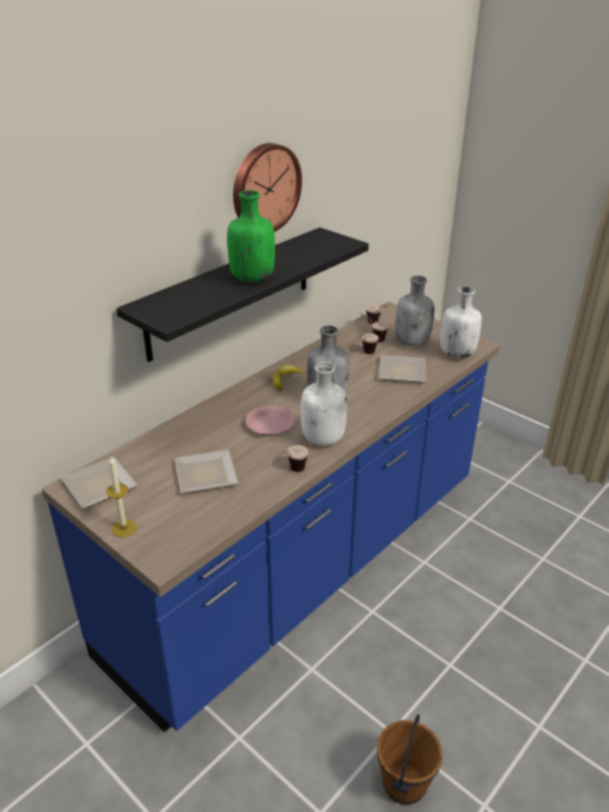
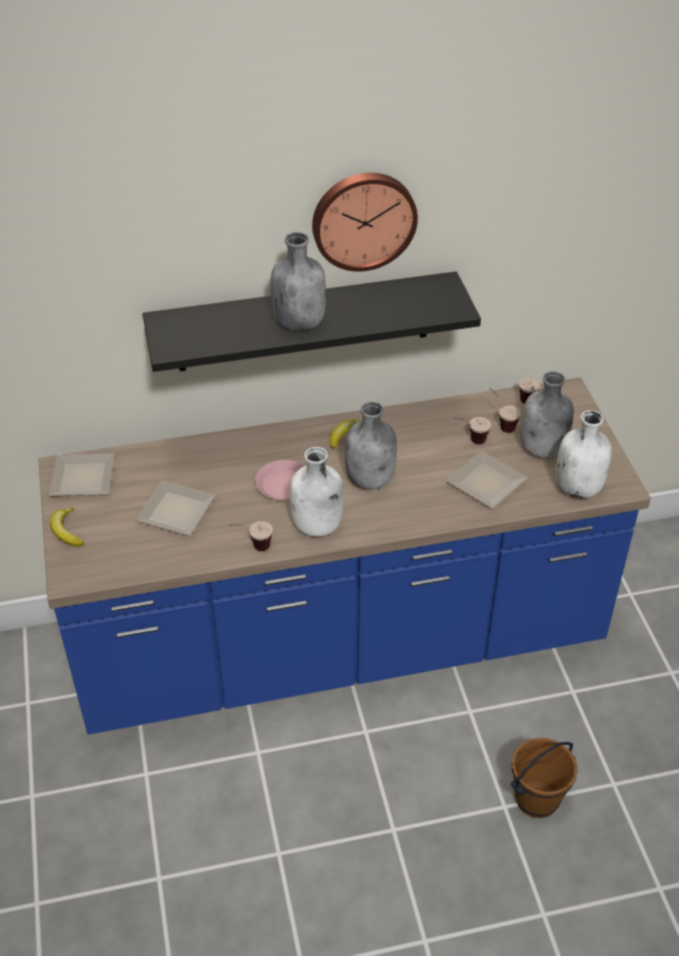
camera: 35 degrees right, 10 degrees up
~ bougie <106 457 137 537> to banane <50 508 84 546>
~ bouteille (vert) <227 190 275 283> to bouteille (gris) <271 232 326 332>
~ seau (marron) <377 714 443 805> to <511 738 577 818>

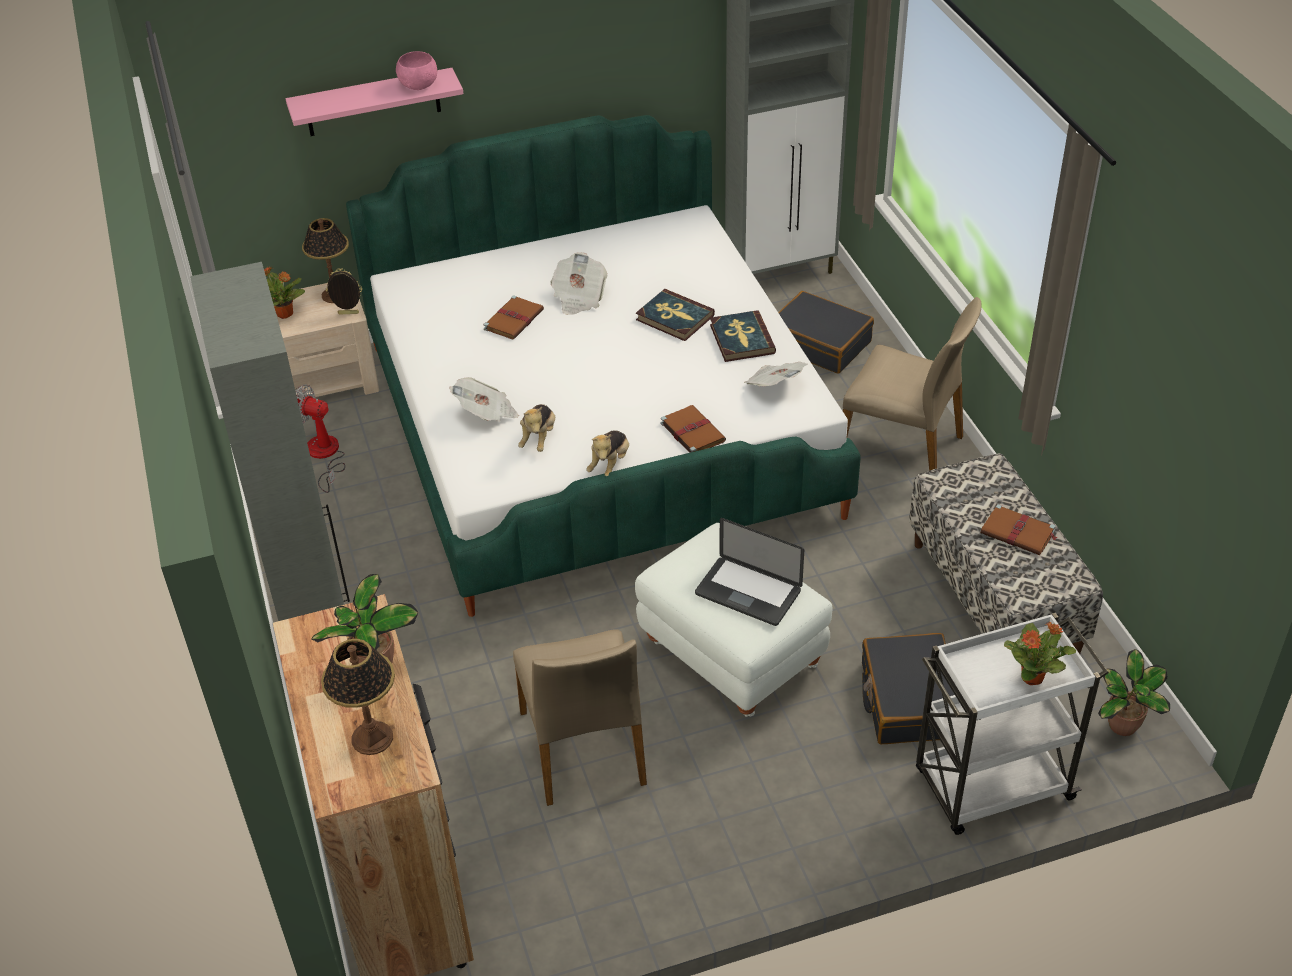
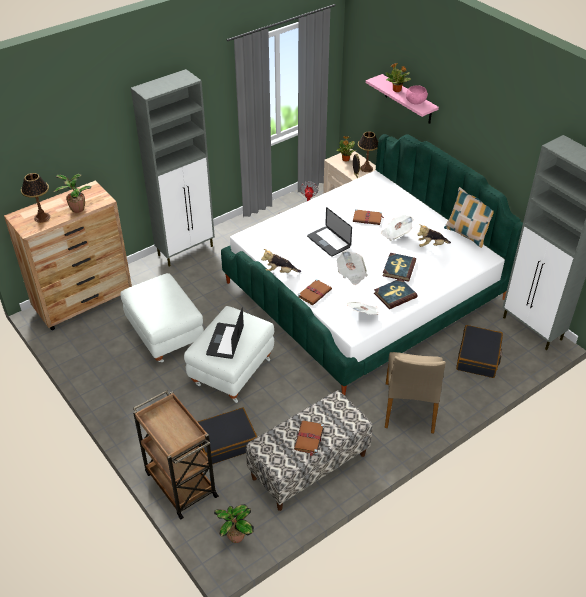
camera: 70 degrees right, 0 degrees up
~ journal <449 377 519 421> to <337 250 368 285>
~ chaise (beige) <513 629 647 806> to pouf (blanc) <120 273 204 362>
~ peluche <518 404 555 452> to <417 224 451 247>
~ chariot (blanc) <916 613 1109 835> to chariot (marron) <133 390 219 519>
~ plante en pot <1004 622 1076 685> to <386 63 411 92>
+ ordinateur portable <307 207 352 257>
+ coussin <444 187 494 248>

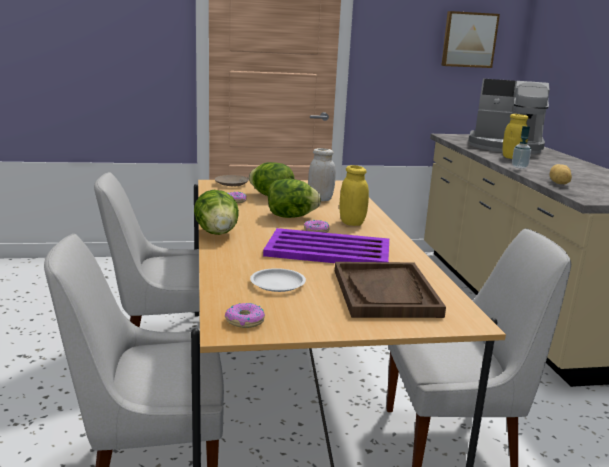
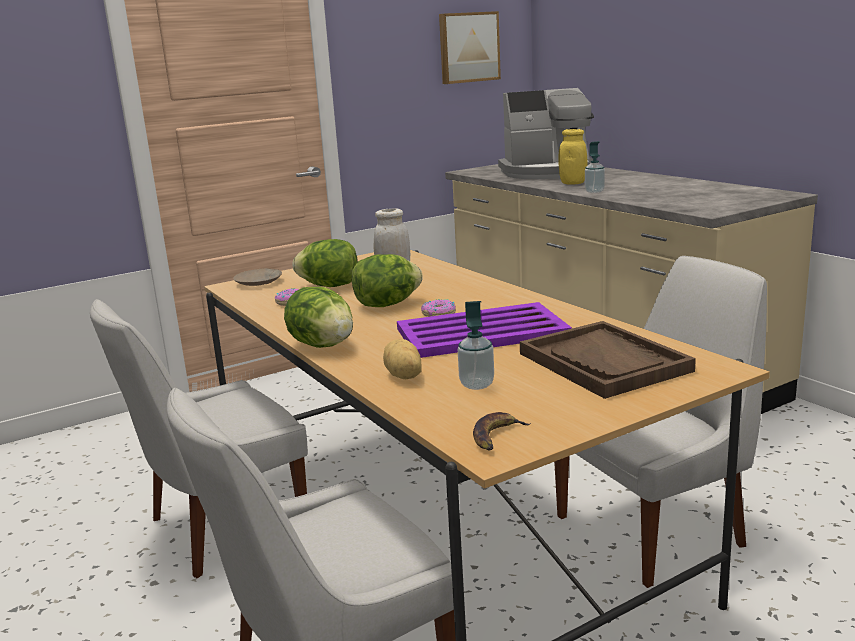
camera: 20 degrees left, 0 degrees up
~ beignet <225 303 265 328> to banane <473 412 531 451>
~ assiette (blanc) <250 268 306 292> to distributeur de savon <458 301 494 390>
- bocal (jaune) <339 165 369 226>
~ pomme de terre <549 164 572 184> to <383 339 421 379>

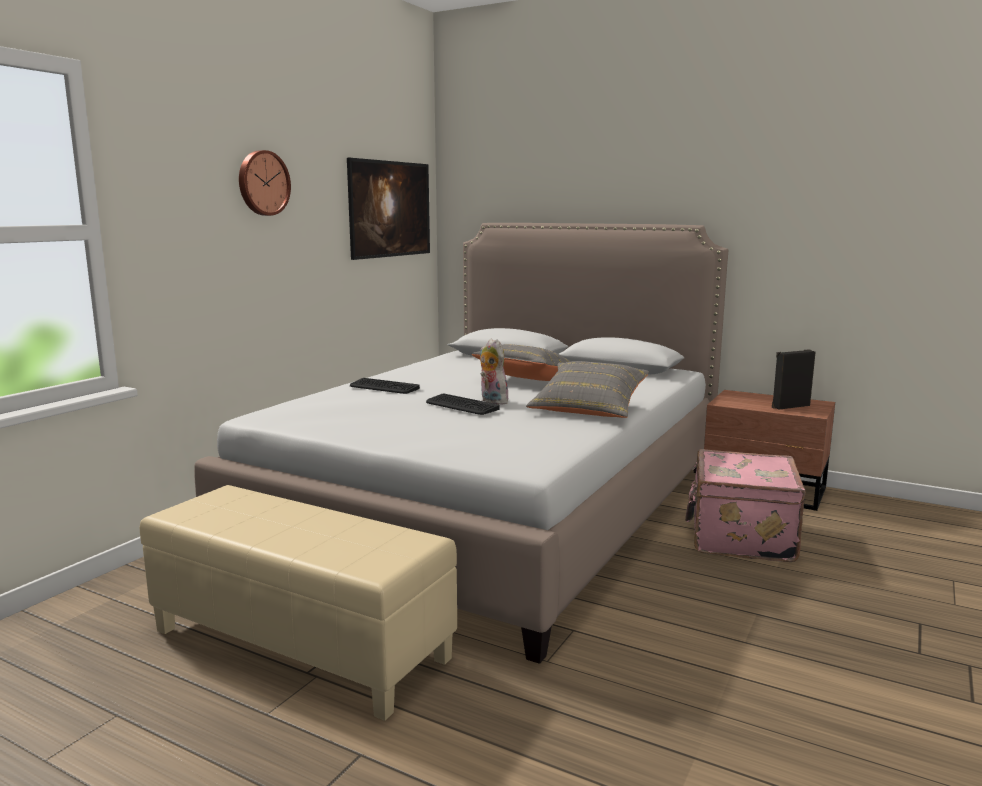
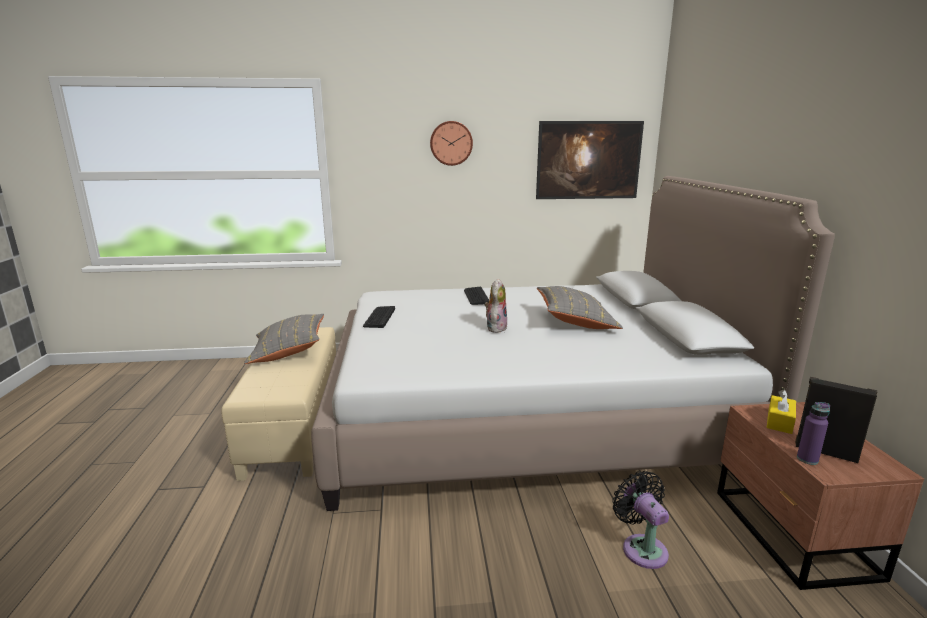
camera: 55 degrees right, 5 degrees up
~ clavier <426 394 499 415> to <363 306 395 328>
~ coussin (gris) <526 361 649 418> to <244 314 324 364>
~ valise (rose) <685 449 806 562> to ventilateur (noir) <612 471 669 569>
+ boîte à mouchoirs (jaune) <767 390 796 434>
+ bouteille (violet) <797 402 830 465>

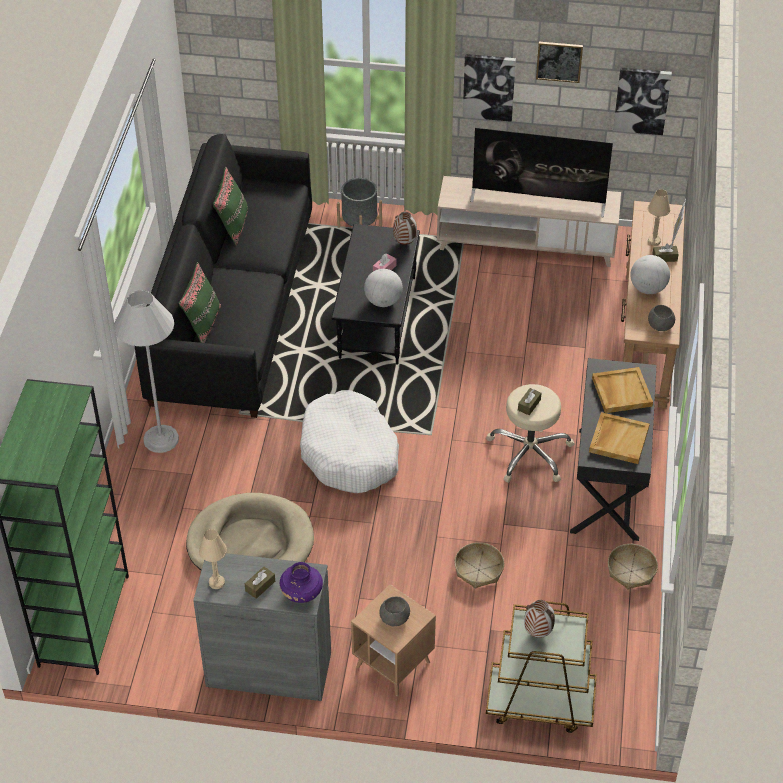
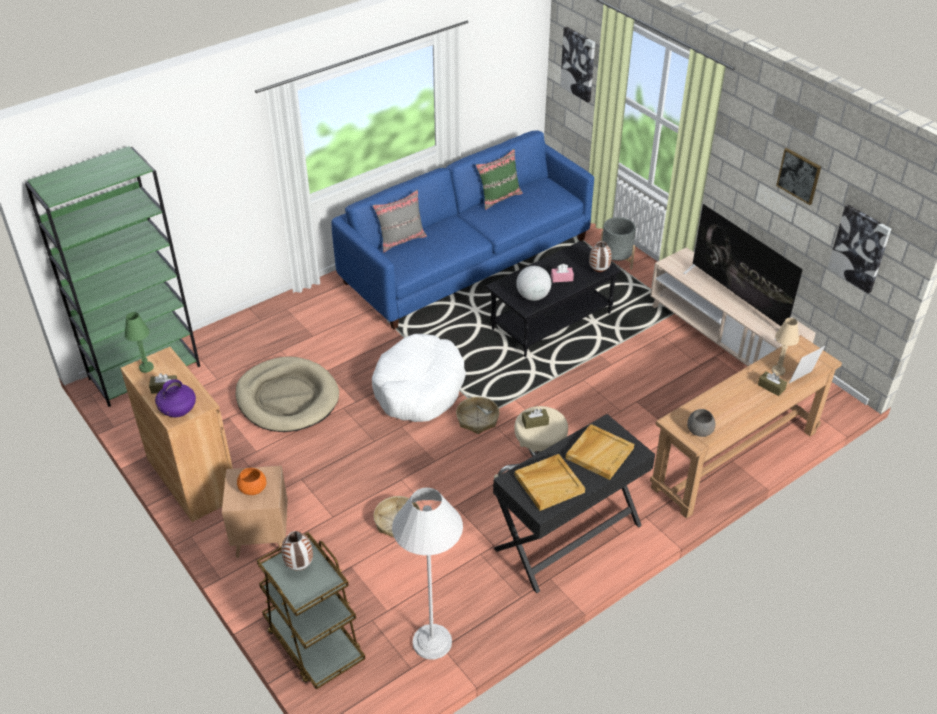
camera: 45 degrees right, 5 degrees down
~ lampadaire (blanc) <114 290 179 453> to <392 487 463 660>
~ canapé (noir) <135 134 312 418> to canapé (bleu) <331 131 594 330>
~ coussin (vert) <179 262 221 343> to coussin (gris) <373 190 427 252>
~ meuble de rangement (gris) <193 553 331 701> to meuble de rangement (marron) <120 347 233 522>
~ lampe de table (beige) <199 529 227 589> to lampe de table (vert) <125 312 154 373>
~ bol (gris) <379 597 410 626> to bol (orange) <237 468 266 495>
~ tableau <463 54 516 122> to <560 27 595 103>
~ panier <608 544 658 589> to <456 397 499 434>
- globe <630 255 670 294>

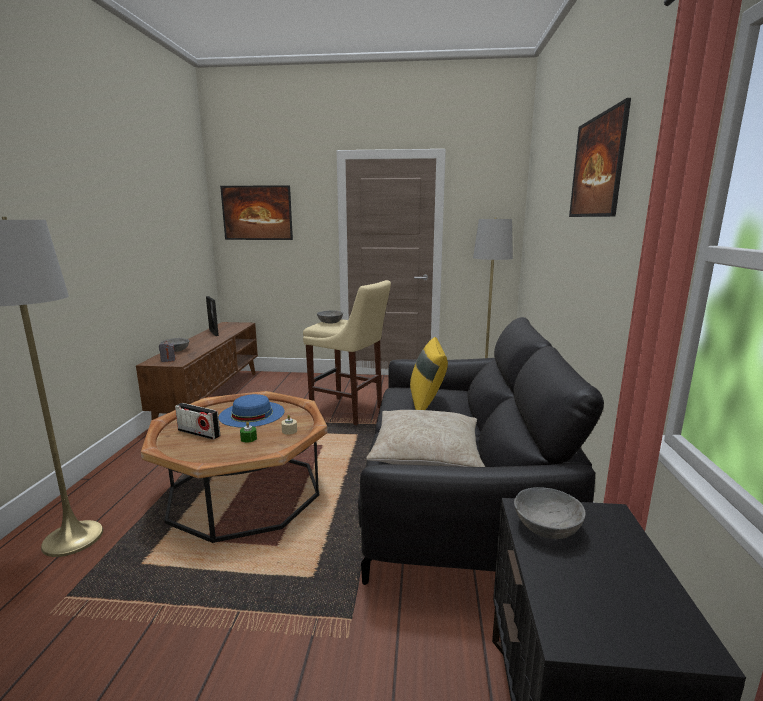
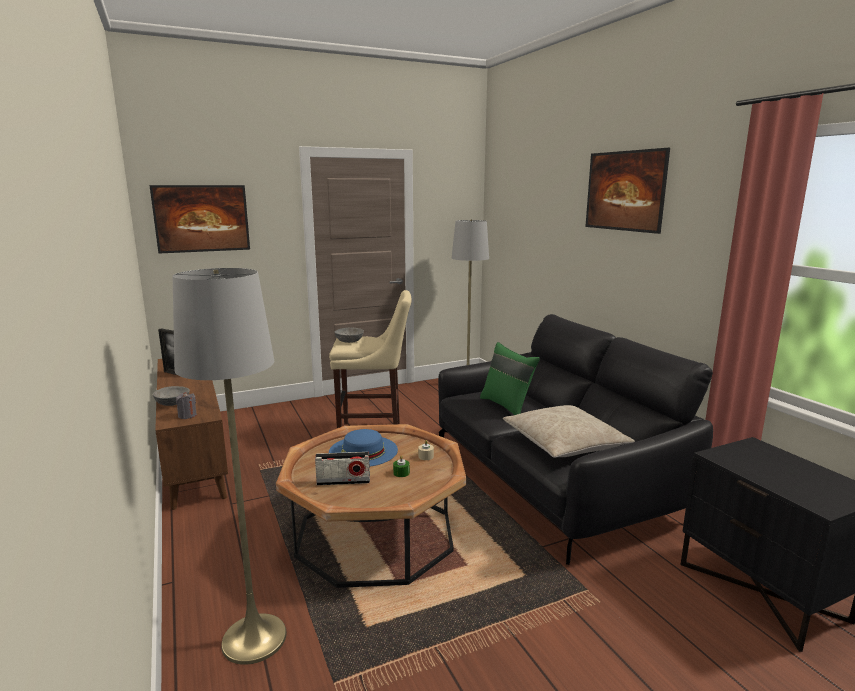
camera: 30 degrees left, 0 degrees up
~ coussin (jaune) <410 337 448 410> to coussin (vert) <480 342 540 415>
- bol (gris) <514 487 586 539>

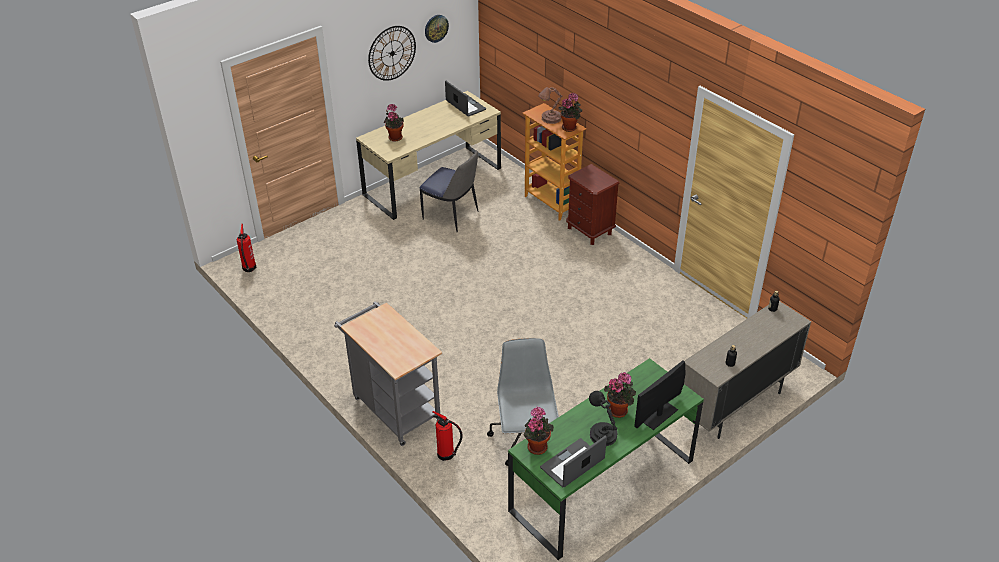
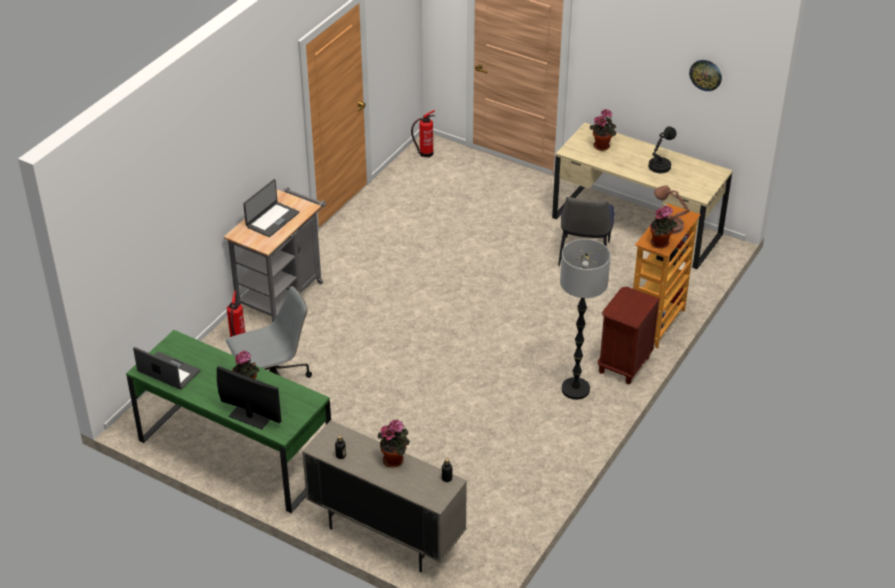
camera: 70 degrees right, 0 degrees up
- horloge murale <368 26 416 81>
~ ordinateur portable <445 81 486 117> to <243 179 299 237>
~ plante en pot <523 406 554 455> to <378 419 410 468>
~ lampe de table (noir) <589 391 617 446> to <648 126 677 173>
+ lampadaire <560 239 611 400>

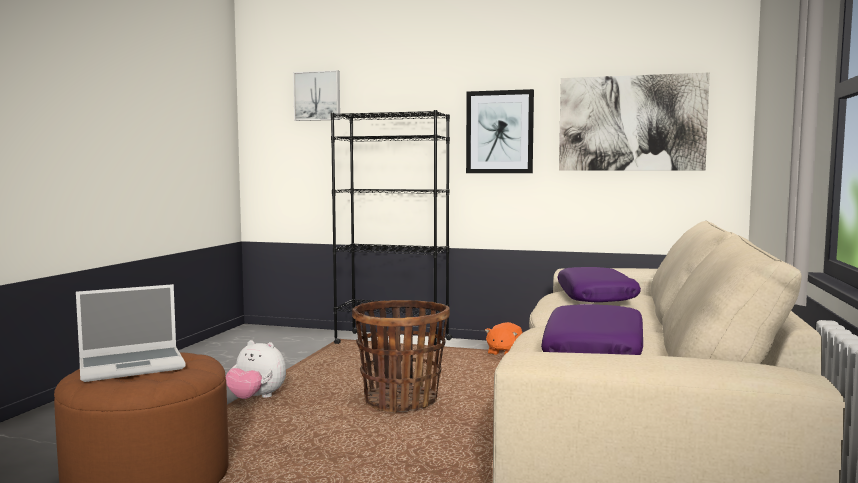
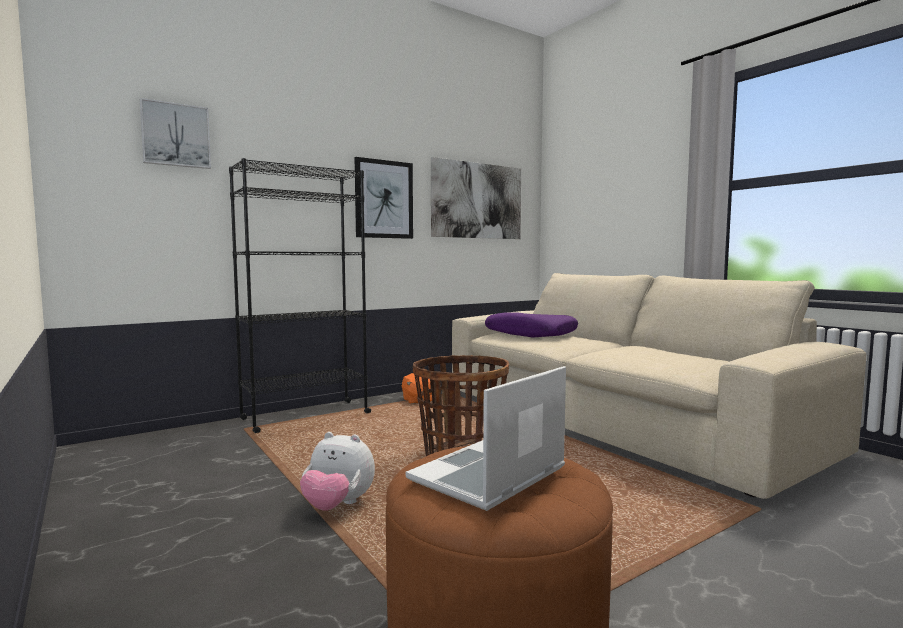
camera: 50 degrees left, 0 degrees up
~ ordinateur portable <76 284 186 382> = <406 366 566 511> 150 degrees counterclockwise
~ peluche <226 340 286 399> = <300 432 375 511> 45 degrees clockwise
- coussin (violet) <541 304 643 355>

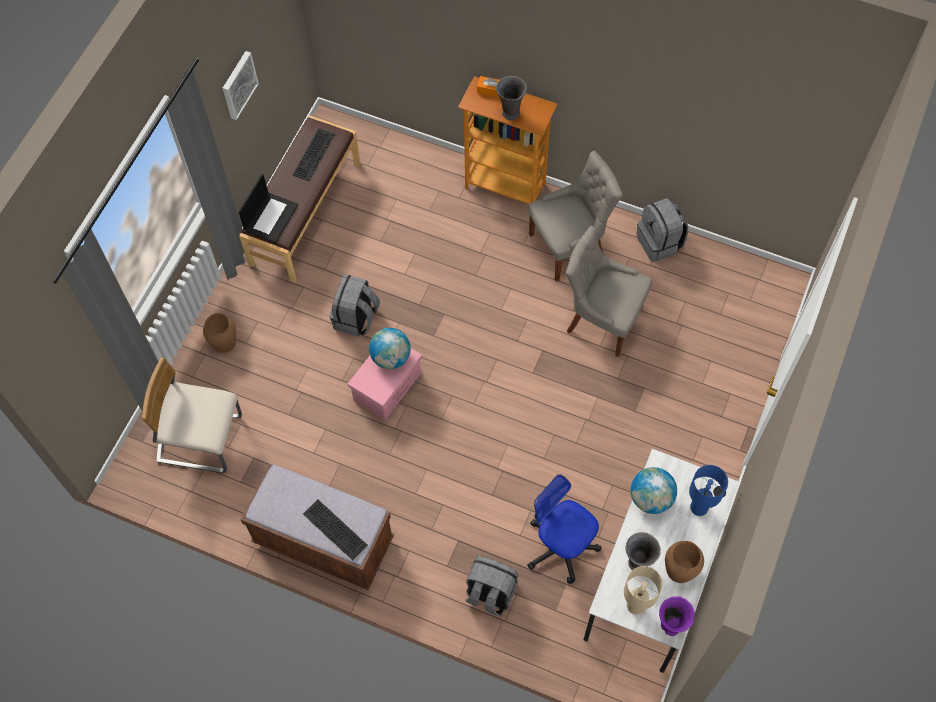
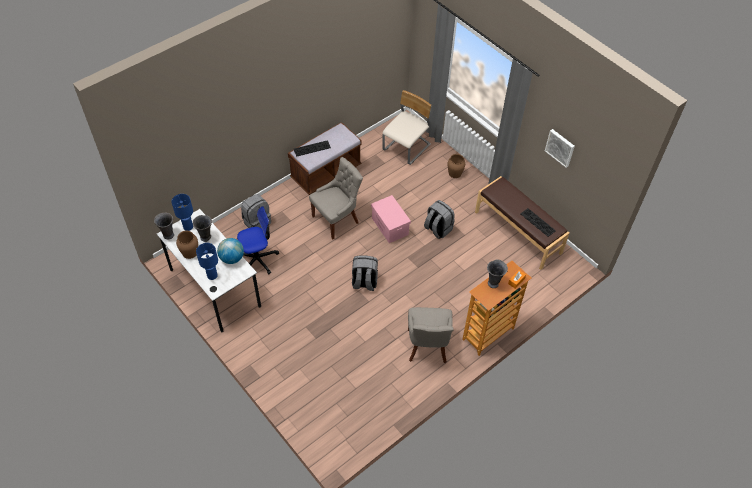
camera: 115 degrees right, 10 degrees down
- ordinateur portable <238 174 298 243>
- globe <369 328 411 369>
~ chaise (gris) <566 226 652 357> to <309 157 363 240>
~ lampe de table (beige) <624 566 663 615> to lampe de table (bleu) <172 194 193 231>
~ sac à dos (gris) <637 198 688 262> to <352 255 378 291>
~ vase (violet) <659 596 695 636> to vase (gris) <154 212 174 239>

